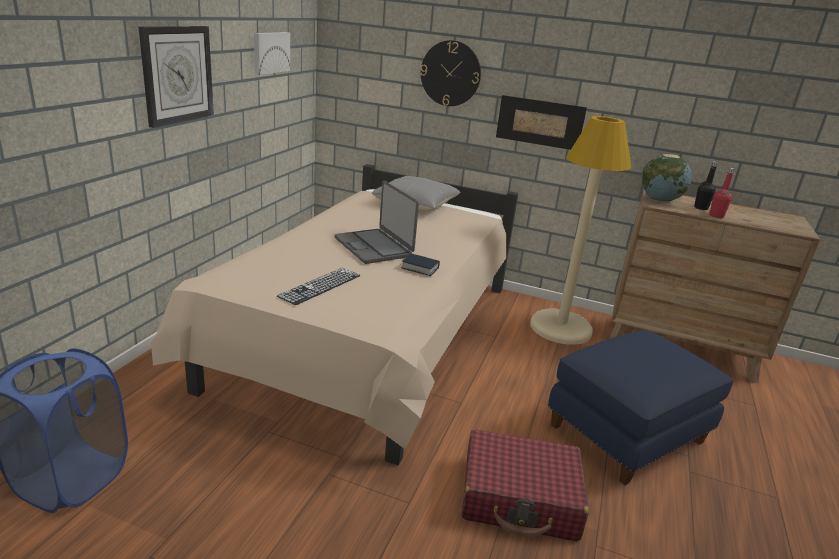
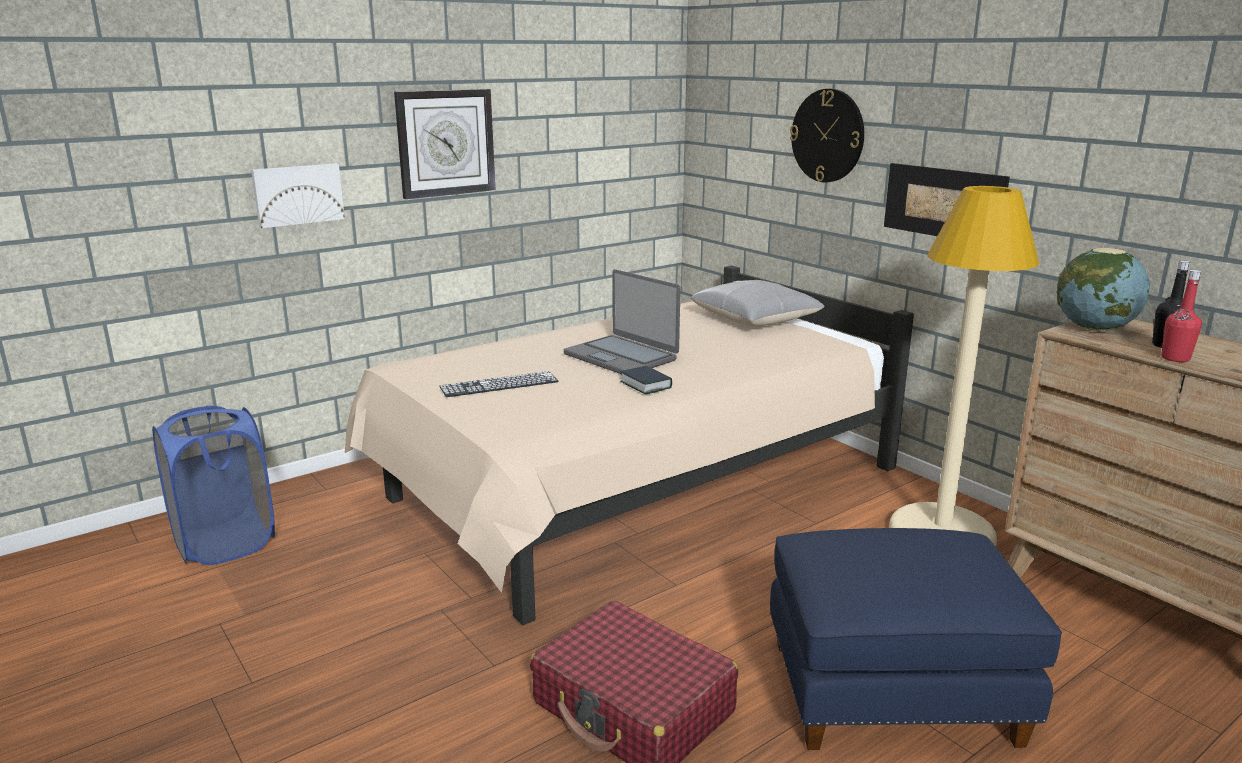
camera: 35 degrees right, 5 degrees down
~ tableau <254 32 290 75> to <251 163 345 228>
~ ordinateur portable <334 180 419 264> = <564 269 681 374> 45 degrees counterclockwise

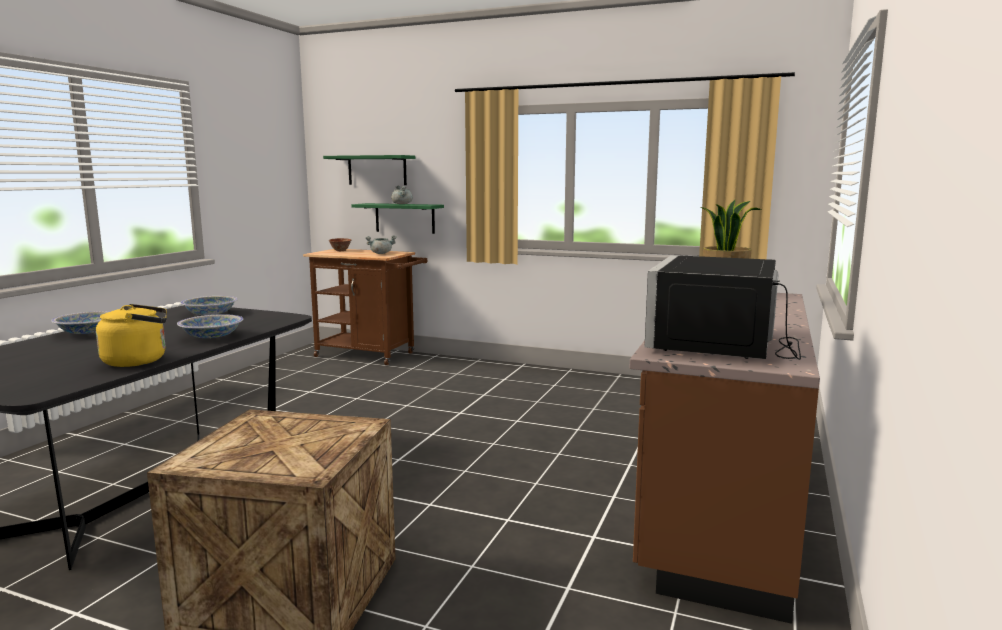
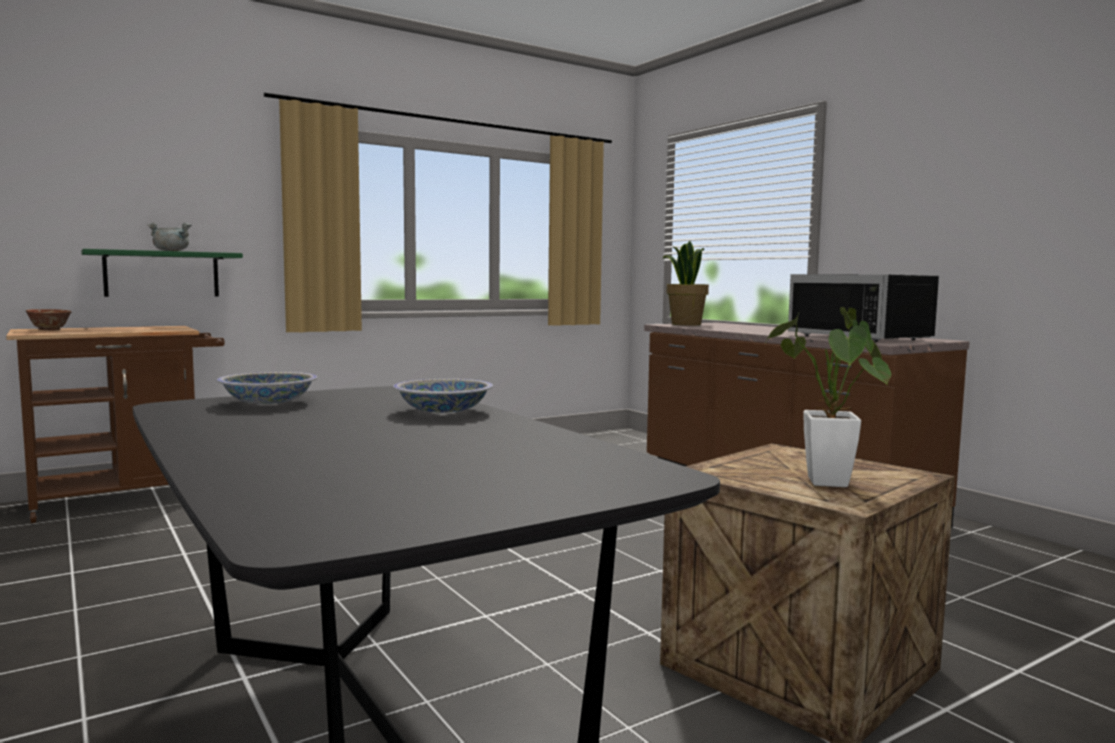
camera: 55 degrees left, 5 degrees down
- bol <51 311 111 334>
- bouilloire (jaune) <96 304 167 367>
- étagère (vert) <323 155 415 185>
- marmite (gris) <365 235 396 254>
+ plante en pot <766 307 891 487>

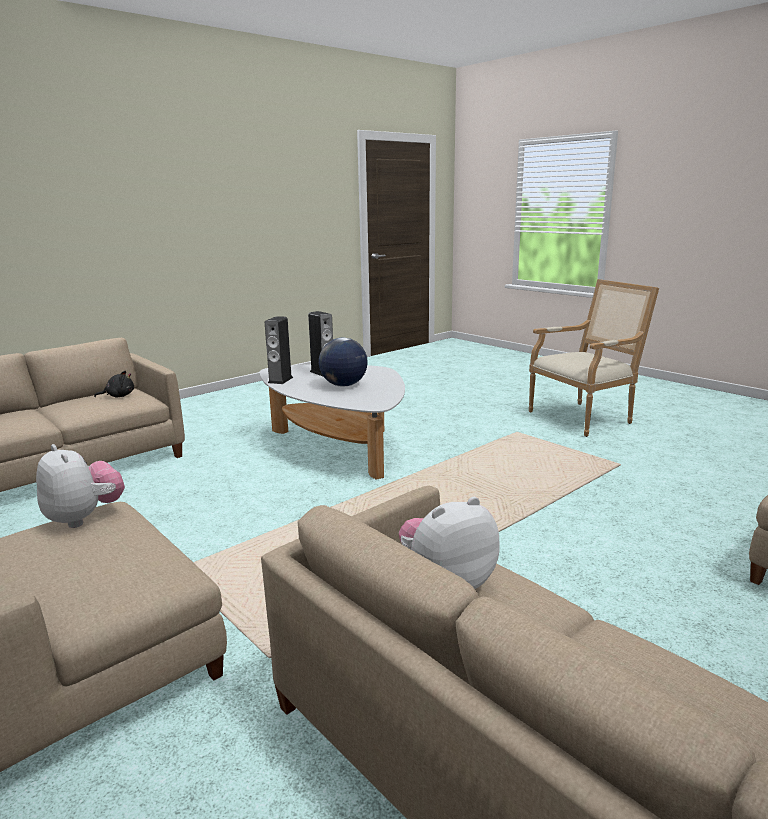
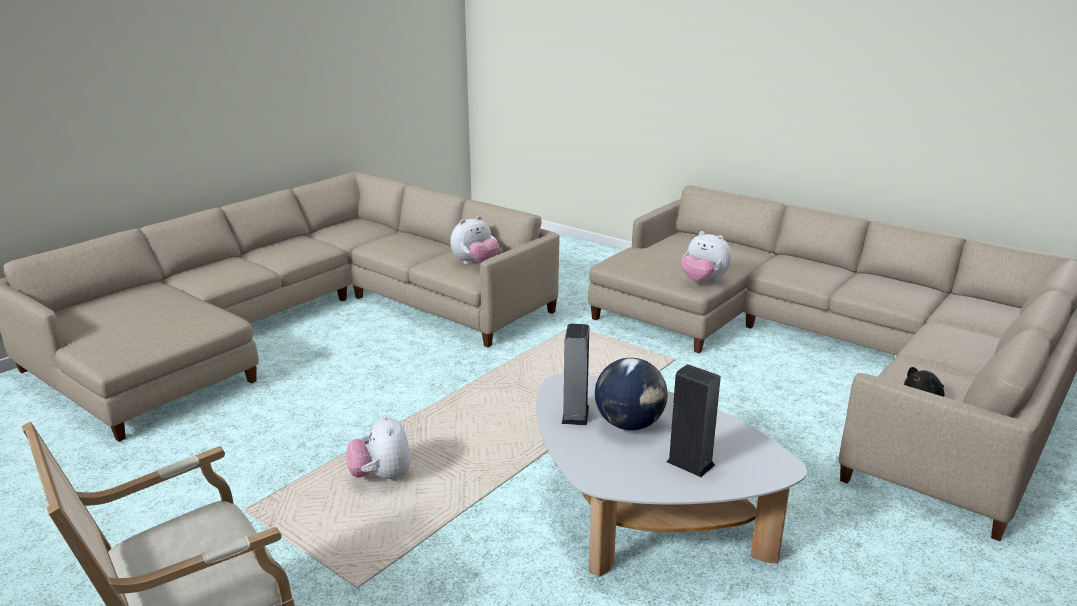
camera: 170 degrees right, 5 degrees up
~ enceinte <265 316 293 384> to <562 324 589 425>
+ peluche <346 414 411 482>

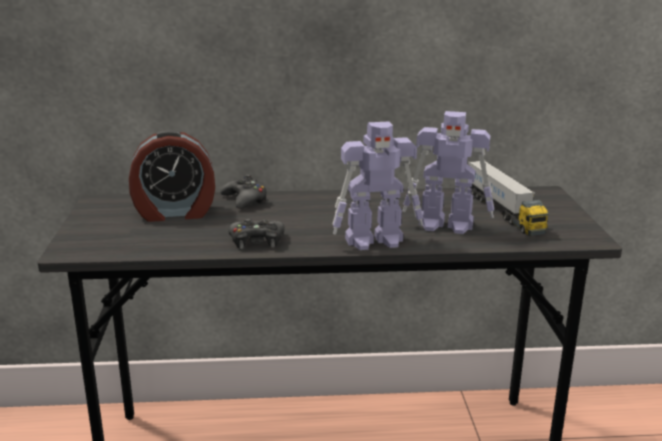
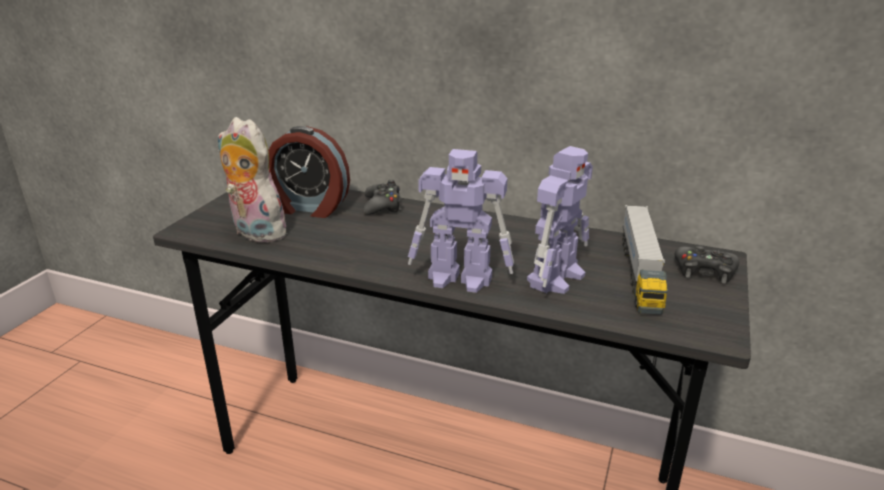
camera: 25 degrees right, 5 degrees up
~ manette (noir) <228 218 285 249> to <675 246 739 283>
~ robot jouet <403 111 494 234> = <527 146 593 294> 90 degrees counterclockwise
+ peluche <218 117 291 243>

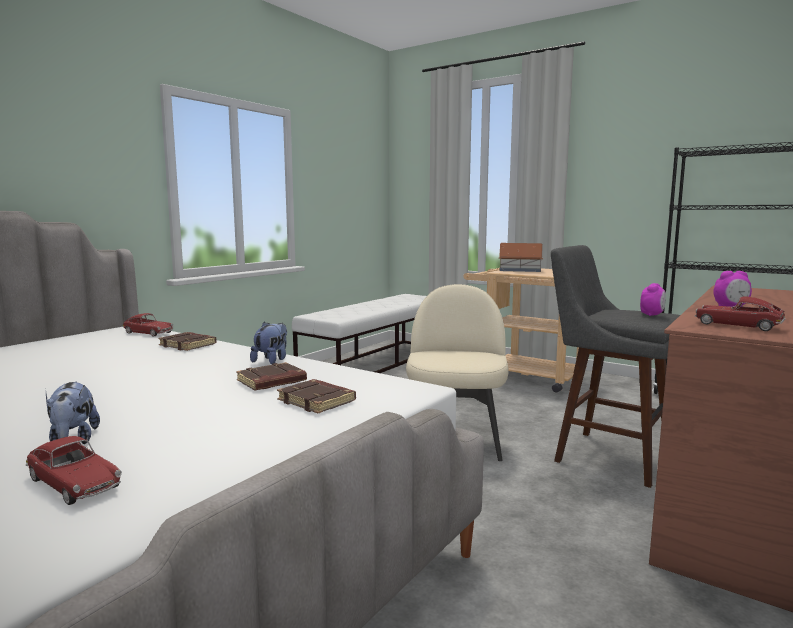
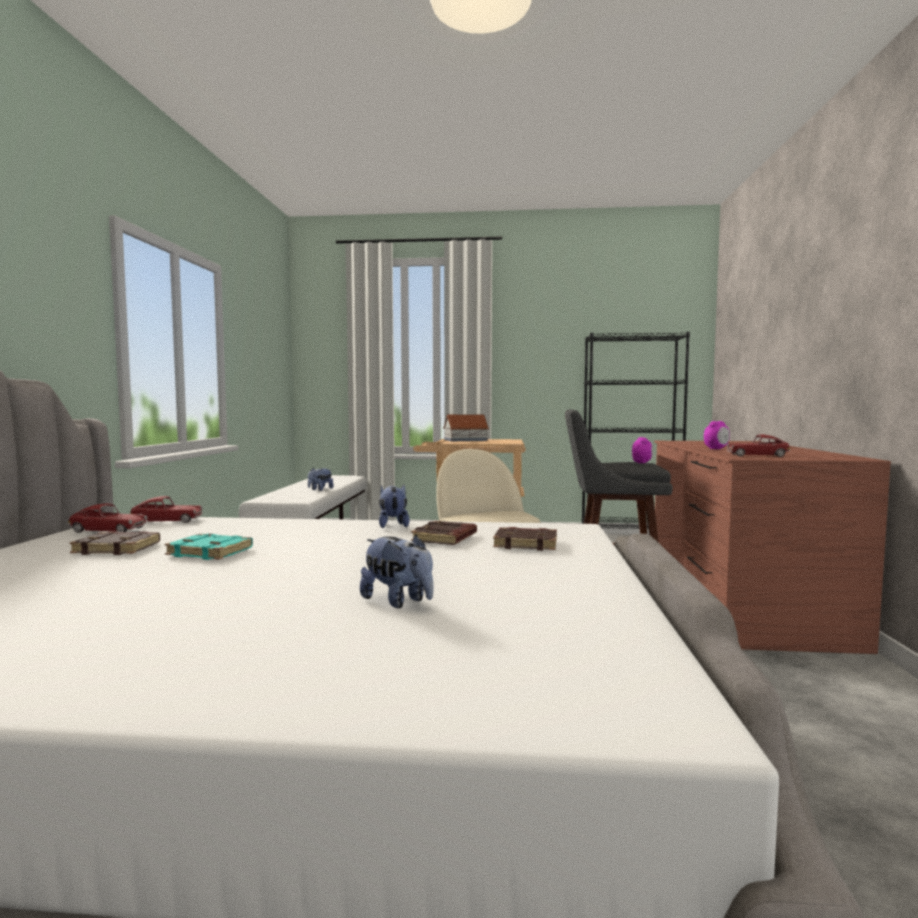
camera: 30 degrees left, 5 degrees down
~ petite voiture <26 436 122 505> to <68 503 147 533>
~ livre (marron) <158 332 217 351> to <69 531 160 555>
+ livre (turquoise) <165 534 253 560>
+ peluche <308 468 334 491>

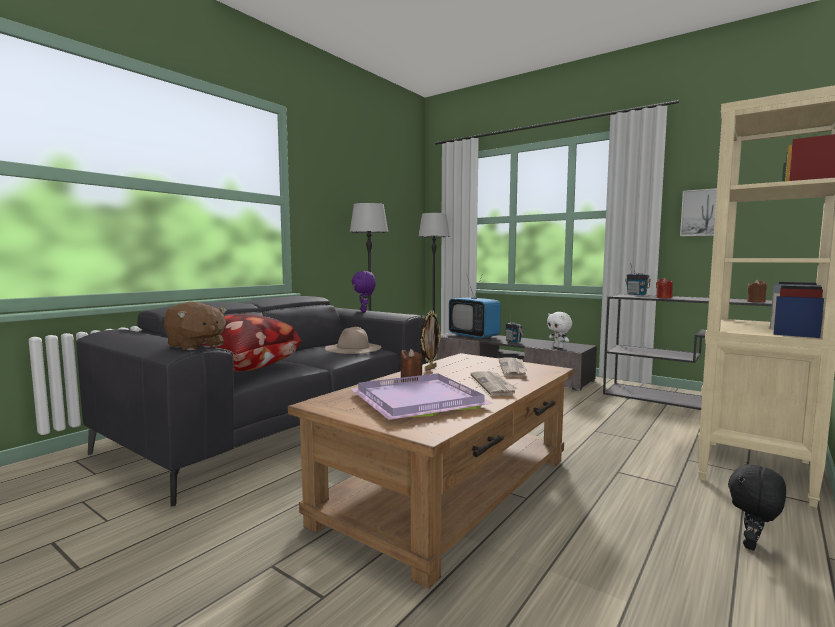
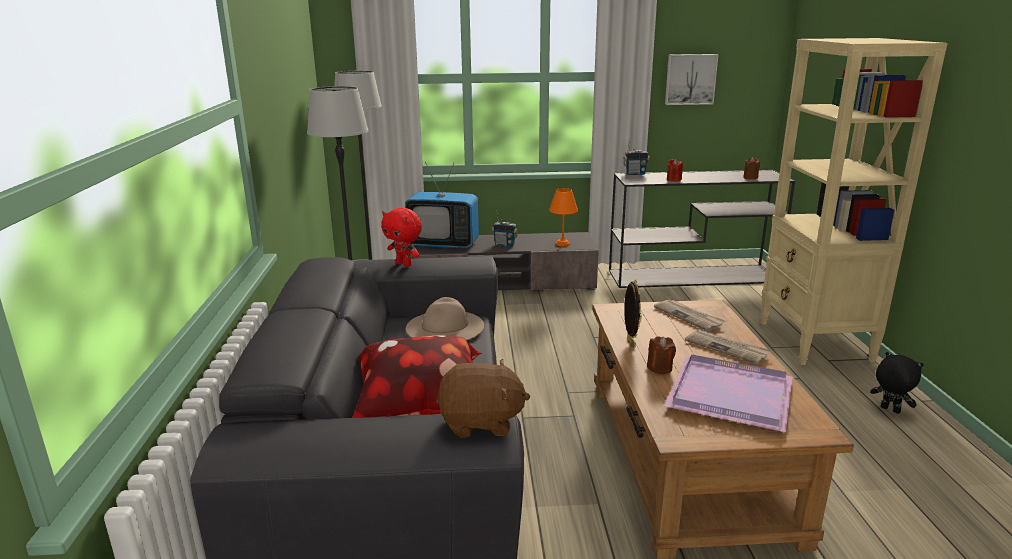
camera: 40 degrees left, 15 degrees up
~ peluche (violet) <352 271 376 312> to peluche (rouge) <381 208 422 267>
~ peluche (blanc) <547 312 572 348> to lampe de table (orange) <549 188 578 247>
~ peluche (noir) <728 462 786 550> = <870 352 924 414> 135 degrees clockwise

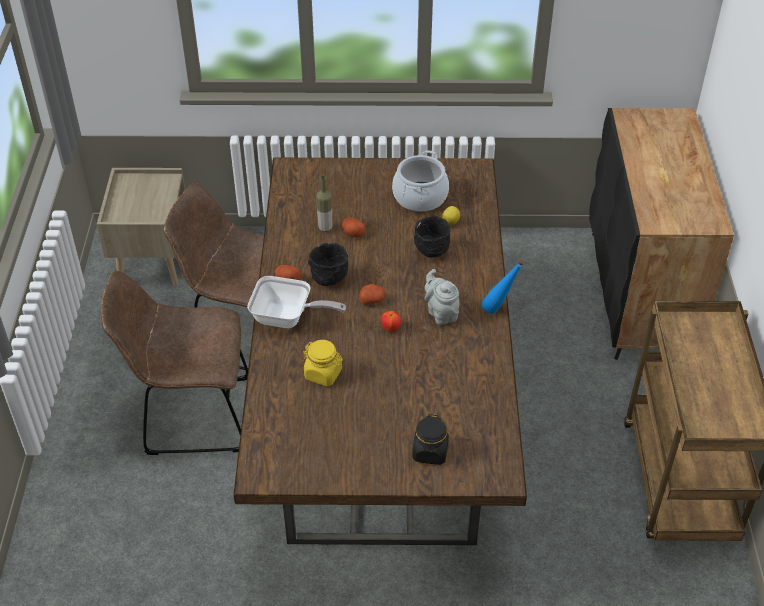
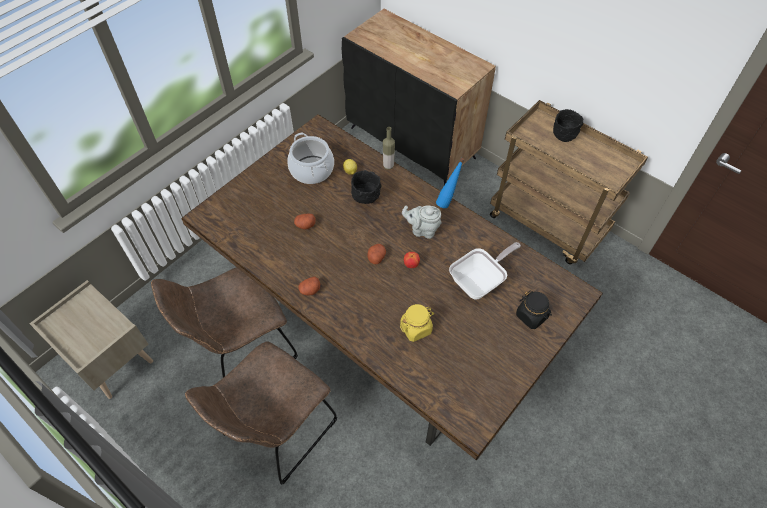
camera: 50 degrees left, 10 degrees up
~ poêle <247 276 346 328> to <449 242 521 299>
~ bol (noir) <308 243 348 286> to <553 109 584 142>
~ bouteille <316 176 332 232> to <383 127 395 170>

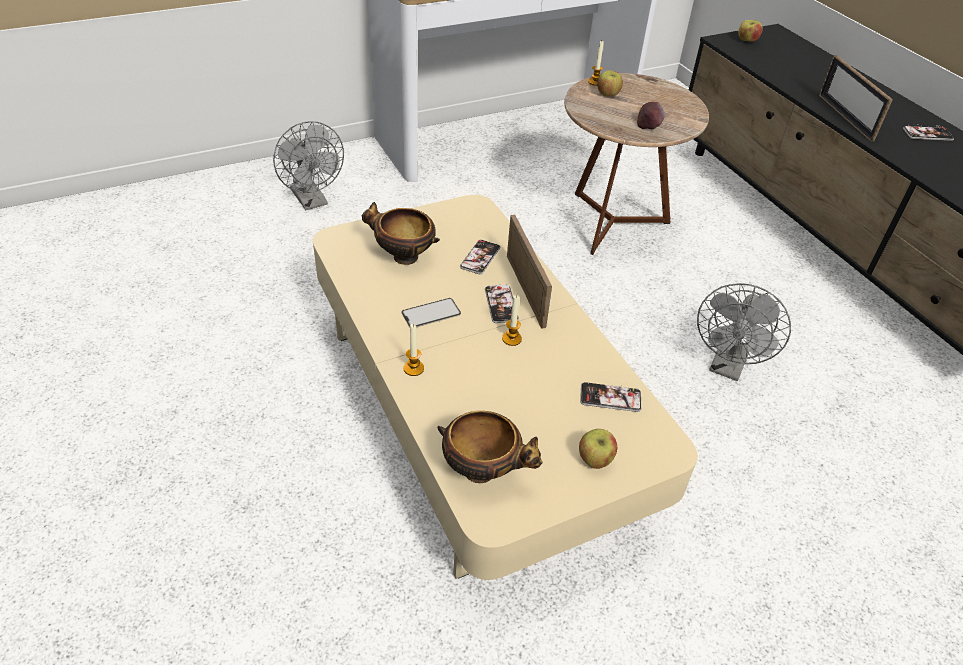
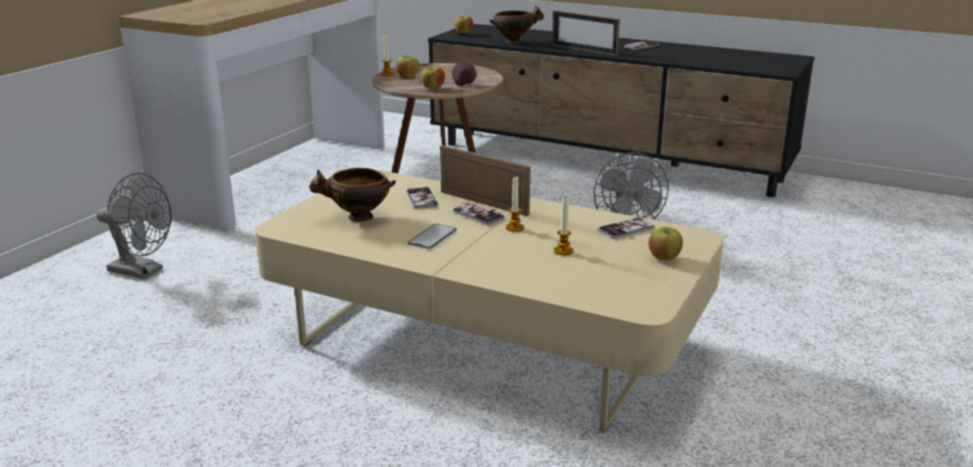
camera: 35 degrees left, 20 degrees down
~ bougie <404 324 424 376> to <554 198 574 255>
~ bol <437 411 542 483> to <490 6 544 44>
+ pomme <421 66 445 88>

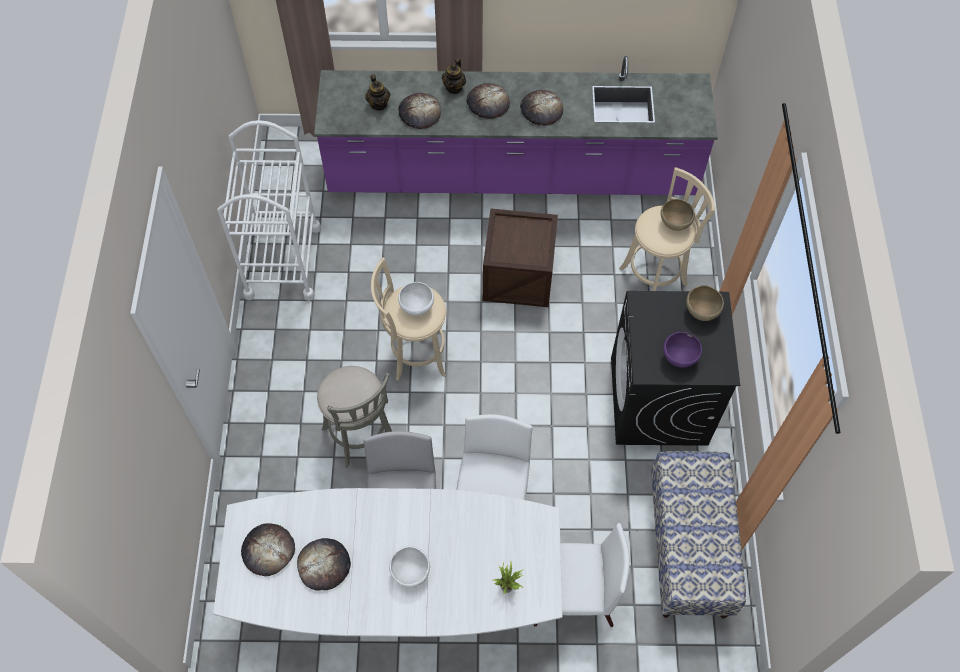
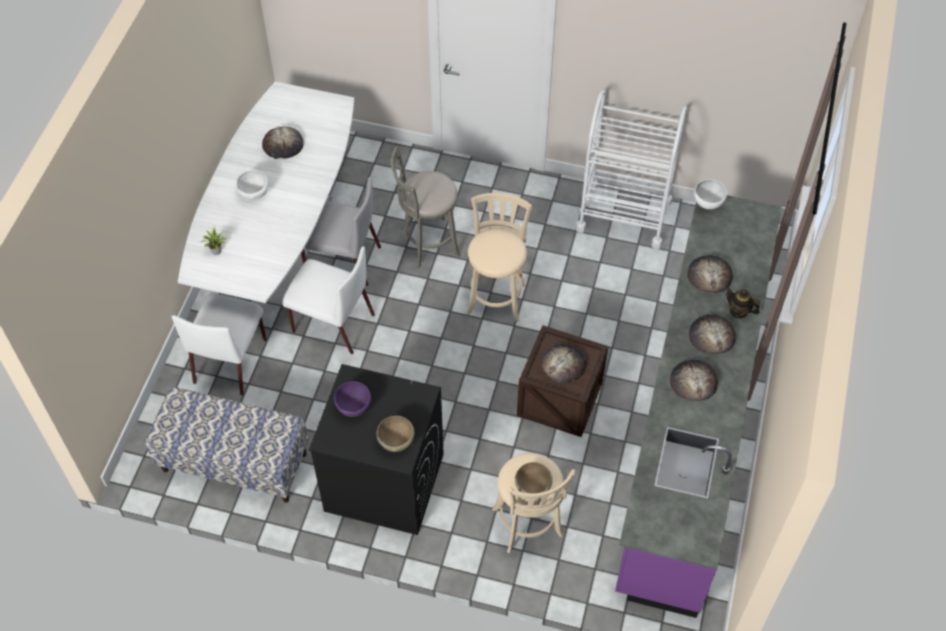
camera: 105 degrees right, 5 degrees down
~ pain <241 523 295 576> to <541 344 586 384>
- théière <365 75 390 111>
~ bol (blanc) <398 282 434 316> to <694 179 727 209>

